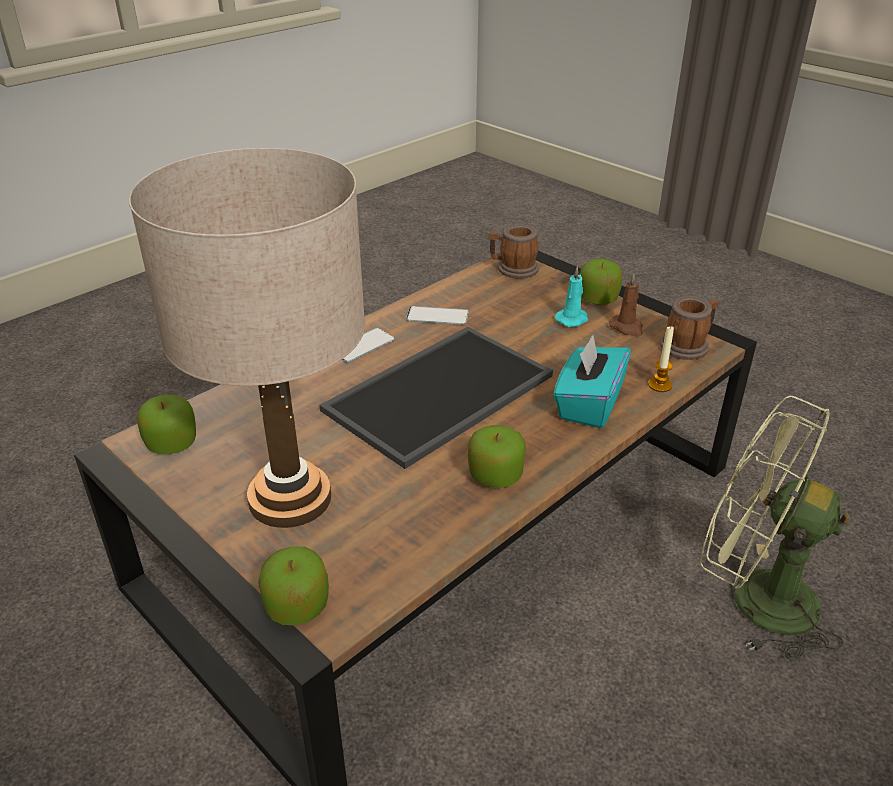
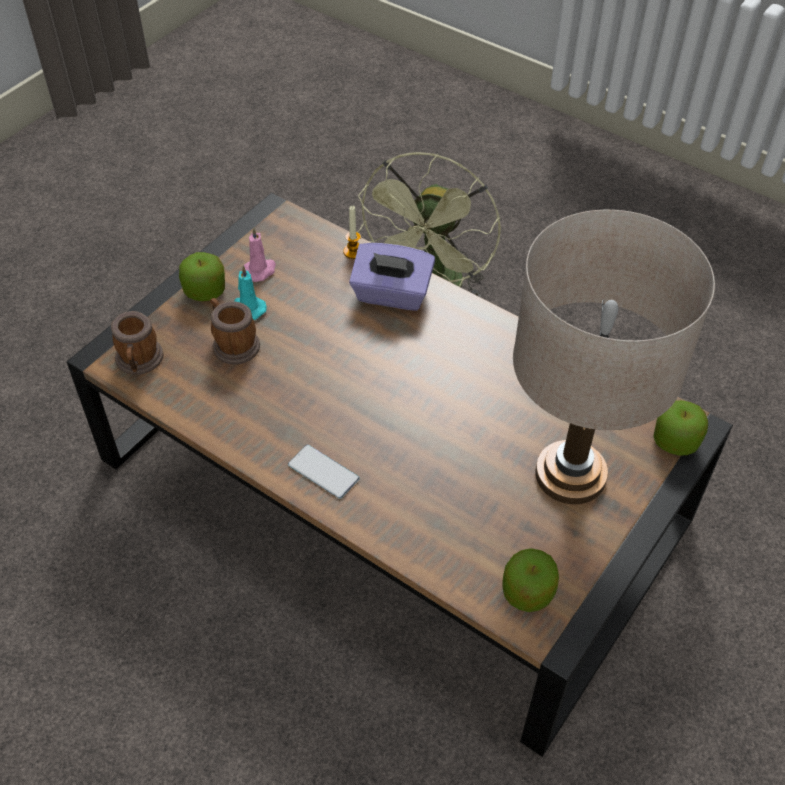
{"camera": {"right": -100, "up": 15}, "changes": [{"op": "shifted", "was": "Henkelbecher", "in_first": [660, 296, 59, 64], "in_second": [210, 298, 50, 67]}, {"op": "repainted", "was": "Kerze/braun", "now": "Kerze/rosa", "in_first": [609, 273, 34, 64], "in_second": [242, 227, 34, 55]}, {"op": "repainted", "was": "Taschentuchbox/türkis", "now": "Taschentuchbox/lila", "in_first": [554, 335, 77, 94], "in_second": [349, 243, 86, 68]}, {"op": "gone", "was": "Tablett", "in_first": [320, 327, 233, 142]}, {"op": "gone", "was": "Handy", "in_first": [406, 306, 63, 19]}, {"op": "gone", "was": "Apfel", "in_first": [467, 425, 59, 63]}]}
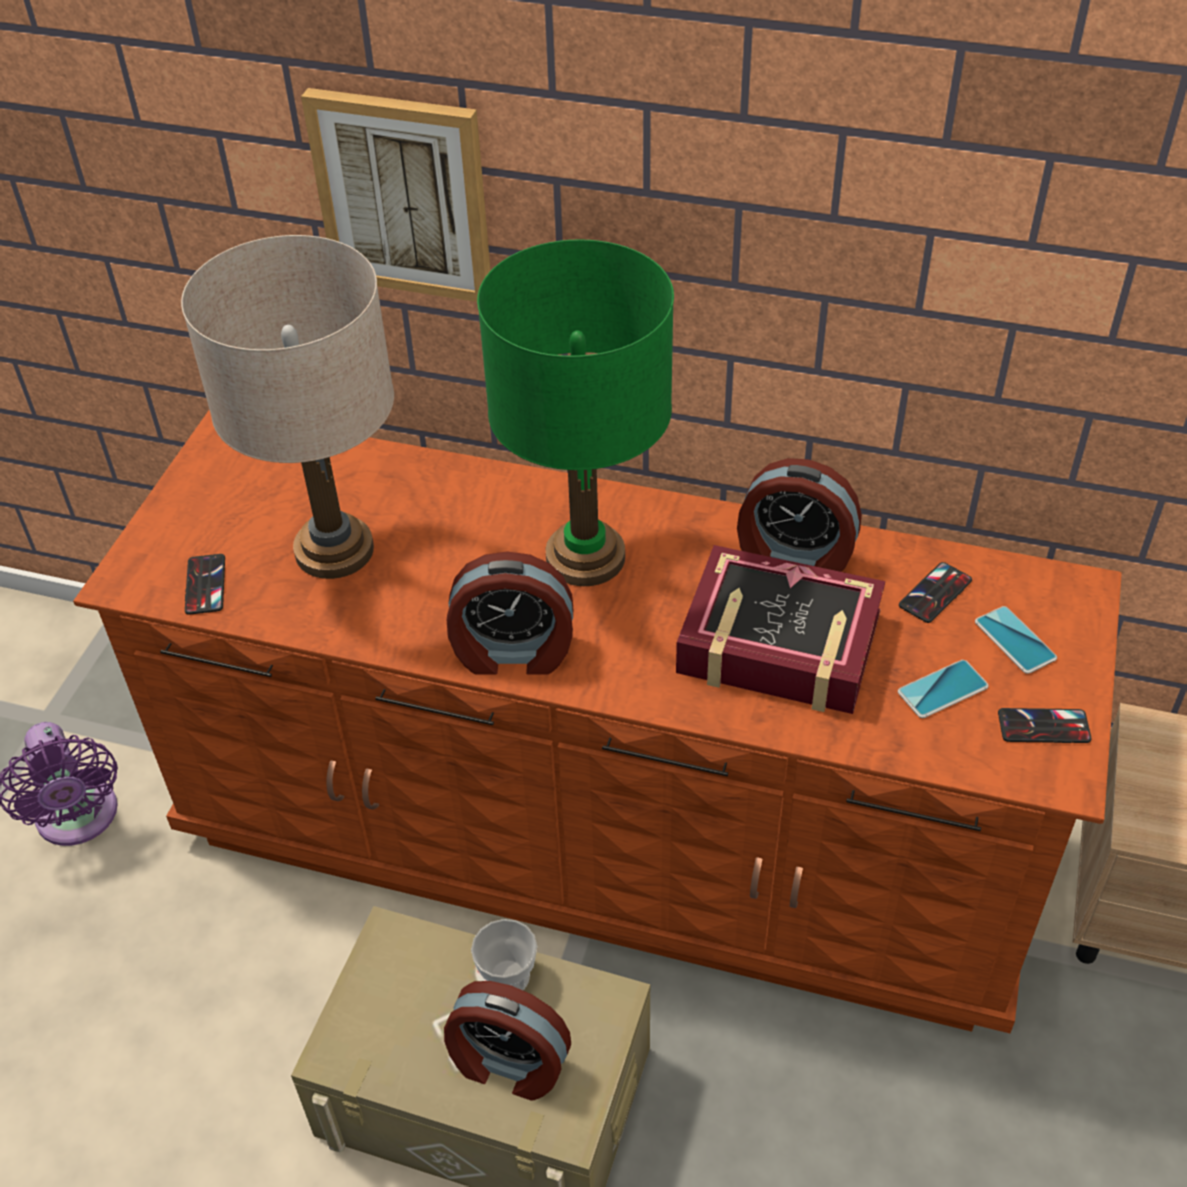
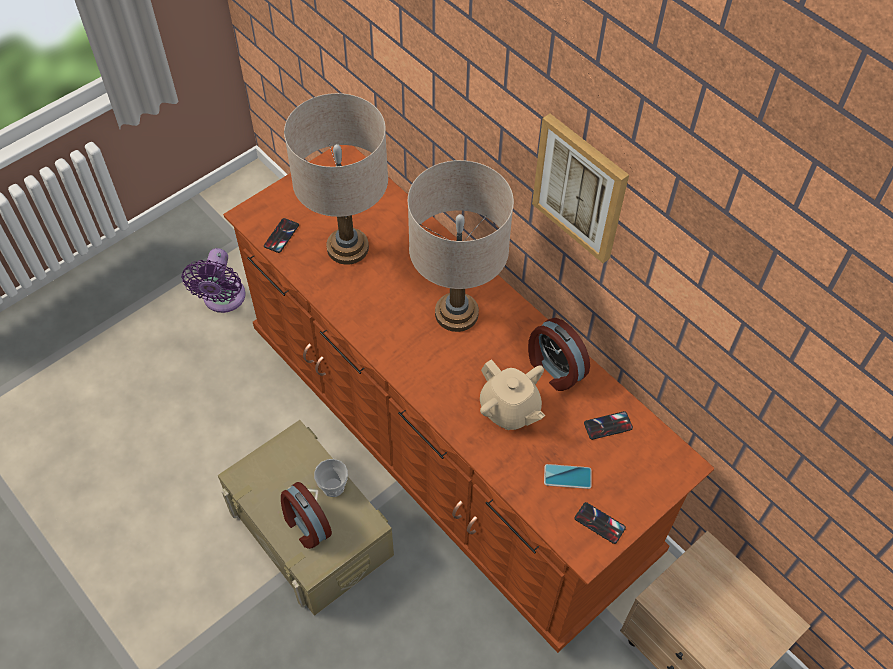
{"camera": {"right": 30, "up": 10}, "changes": [{"op": "repainted", "was": "Tischlampe/grün", "now": "Tischlampe/beige", "in_first": [477, 239, 197, 347], "in_second": [408, 160, 106, 172]}, {"op": "swapped", "was": "Buch", "now": "Teekanne/beige", "in_first": [676, 545, 209, 169], "in_second": [480, 359, 65, 71]}, {"op": "shifted", "was": "Bild", "in_first": [301, 88, 190, 214], "in_second": [532, 113, 97, 150]}, {"op": "gone", "was": "Wecker", "in_first": [447, 551, 126, 123]}, {"op": "gone", "was": "Handy", "in_first": [975, 606, 82, 68]}]}
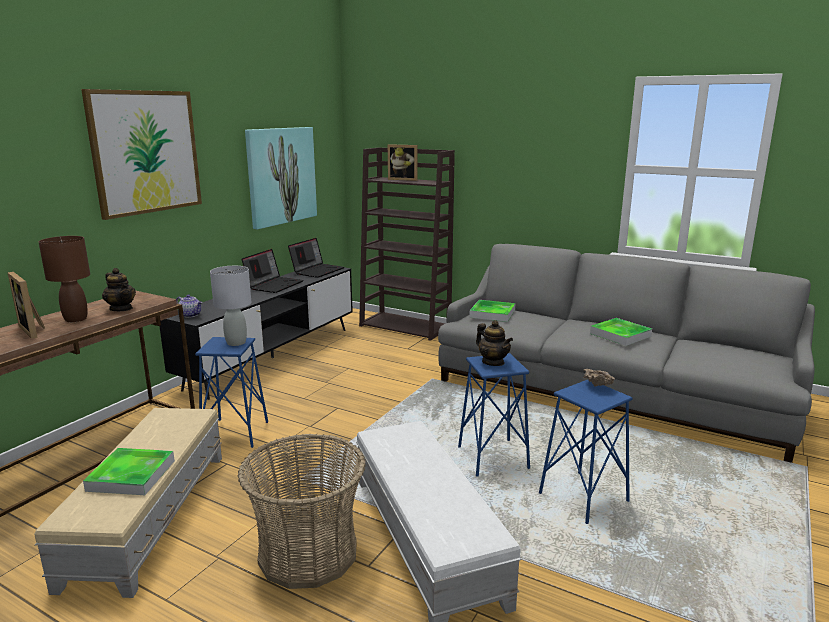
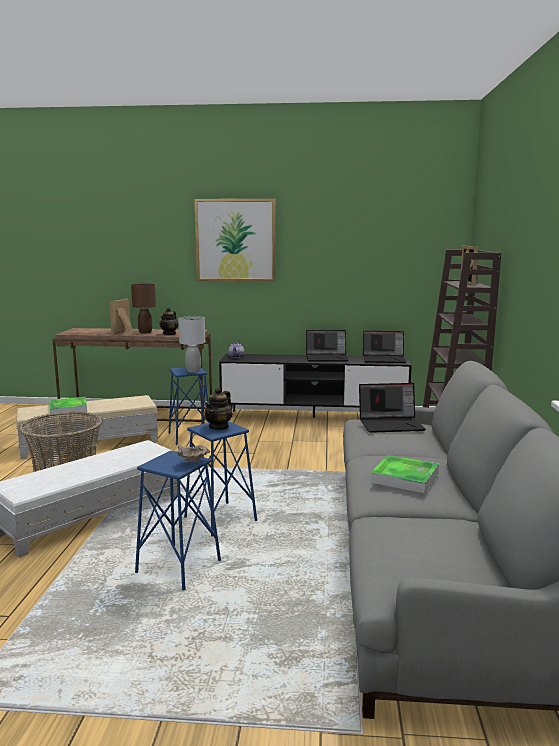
{"camera": {"right": 65, "up": -5}, "changes": [{"op": "swapped", "was": "Tablett", "now": "Laptop", "in_first": [469, 300, 46, 22], "in_second": [359, 383, 67, 50]}, {"op": "gone", "was": "Bild", "in_first": [245, 127, 72, 102]}]}
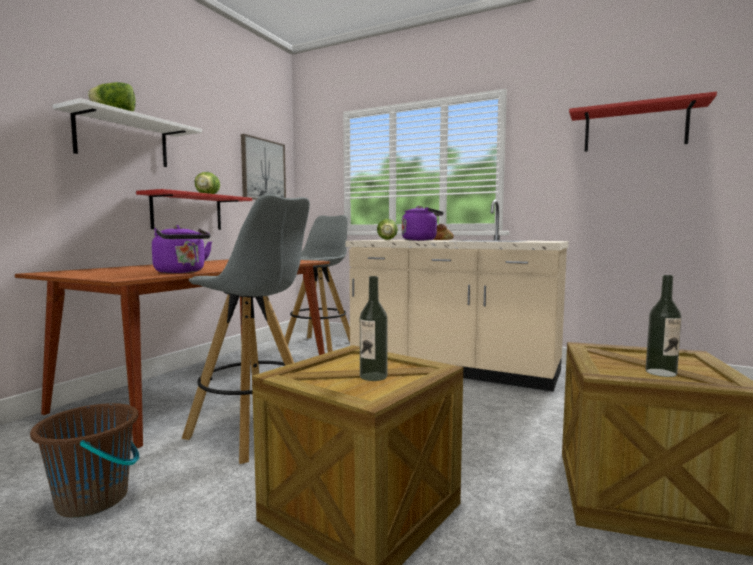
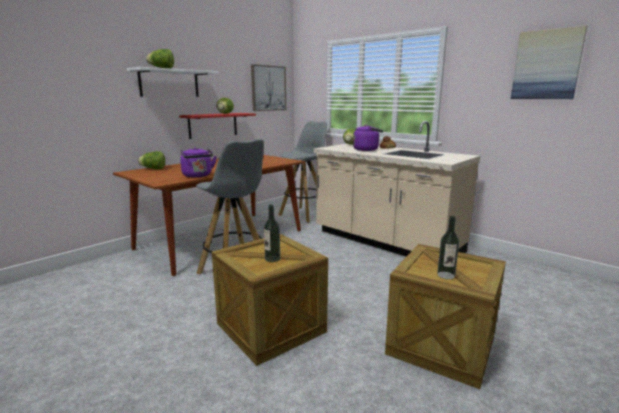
{"camera": {"right": 15, "up": 10}, "changes": [{"op": "new", "now": "Salatkopf", "in_second": [138, 151, 27, 18]}, {"op": "swapped", "was": "Wandregal/rot", "now": "Bild", "in_first": [569, 92, 148, 60], "in_second": [511, 26, 76, 73]}, {"op": "gone", "was": "Eimer/braun", "in_first": [30, 403, 109, 115]}]}
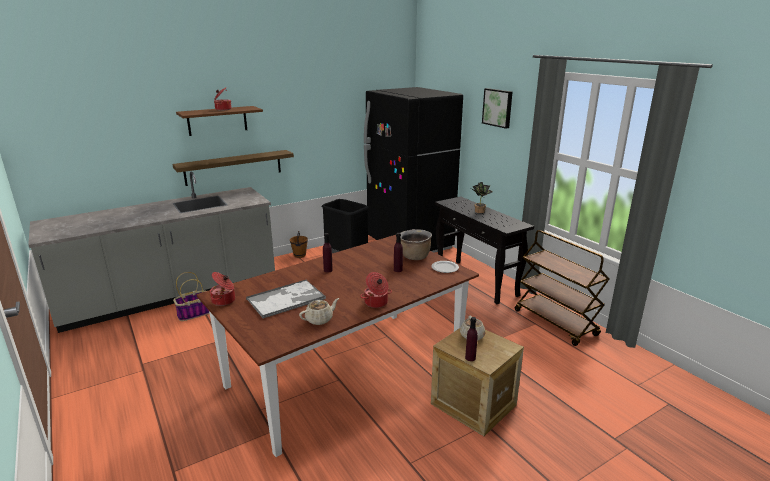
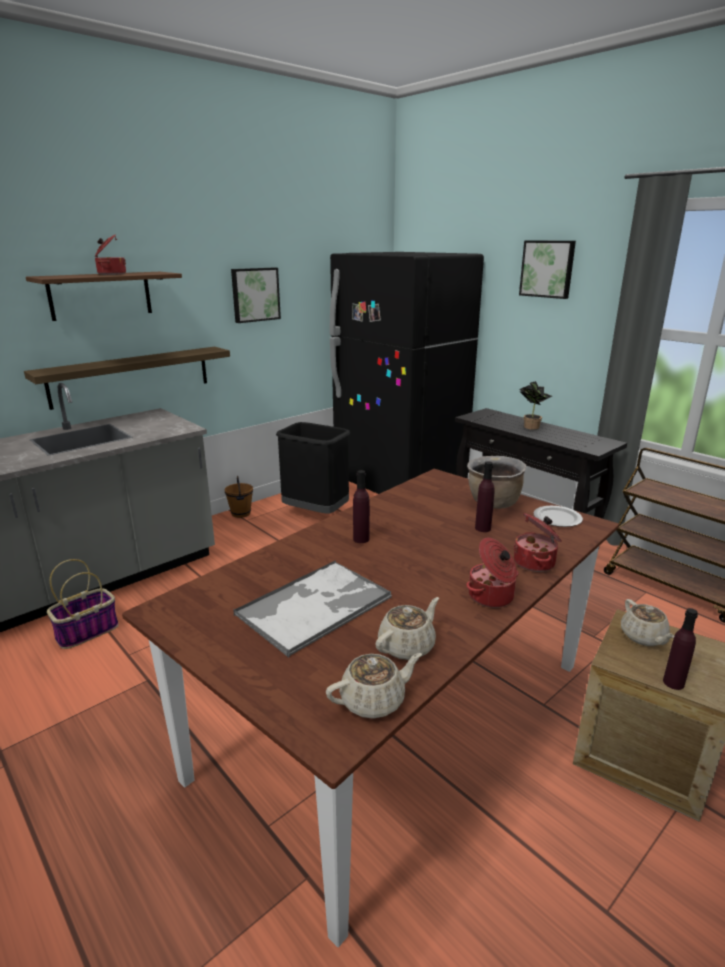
{"camera": {"right": -10, "up": 0}, "changes": [{"op": "new", "now": "Bild", "in_second": [231, 267, 50, 56]}, {"op": "new", "now": "Teekanne/beige", "in_second": [326, 653, 96, 66]}, {"op": "shifted", "was": "Kochtopf", "in_first": [210, 272, 25, 34], "in_second": [513, 513, 49, 59]}]}
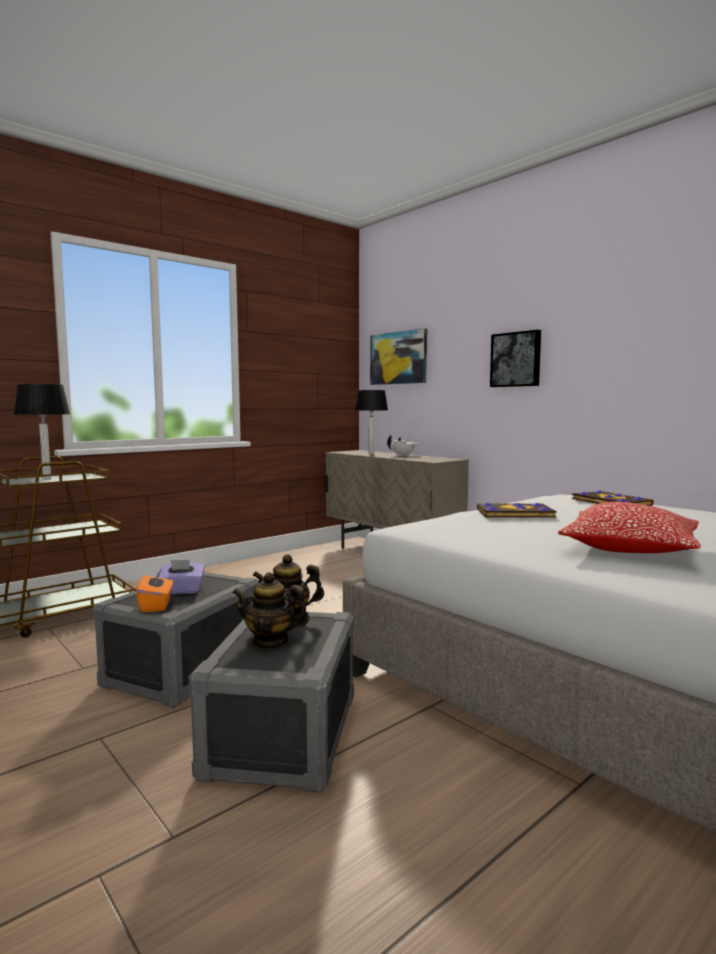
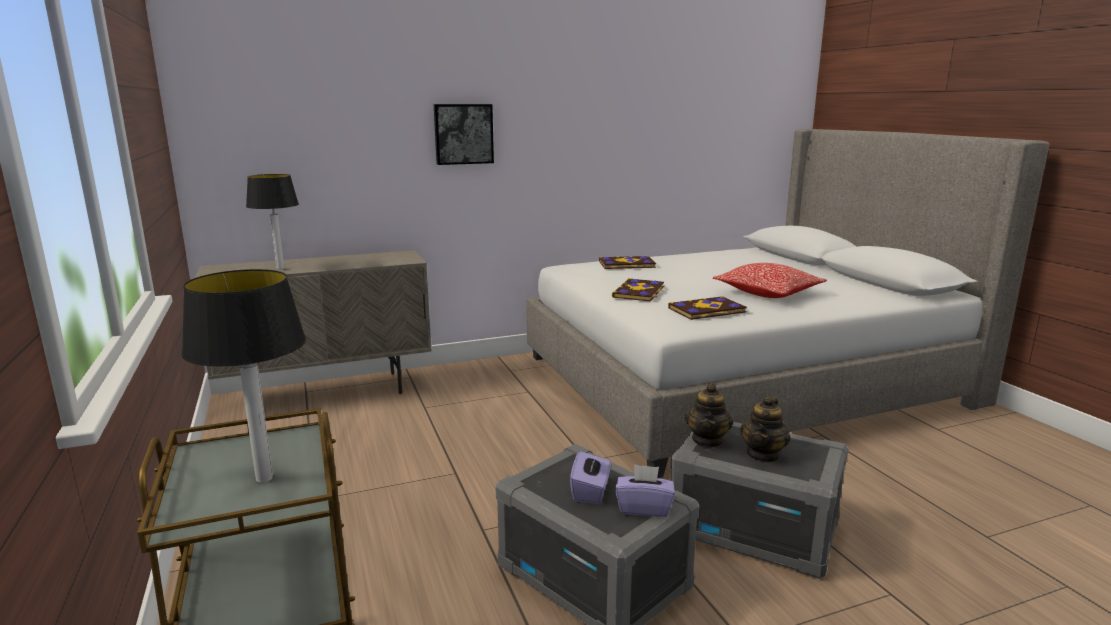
{"camera": {"right": -70, "up": 10}, "changes": [{"op": "repainted", "was": "Taschentuchbox/orange", "now": "Taschentuchbox/lila", "in_first": [136, 568, 37, 44], "in_second": [615, 464, 60, 53]}, {"op": "new", "now": "Buch", "in_second": [668, 296, 79, 24]}, {"op": "gone", "was": "Bild", "in_first": [370, 328, 57, 57]}, {"op": "gone", "was": "Teekanne/weiß", "in_first": [387, 434, 32, 23]}]}
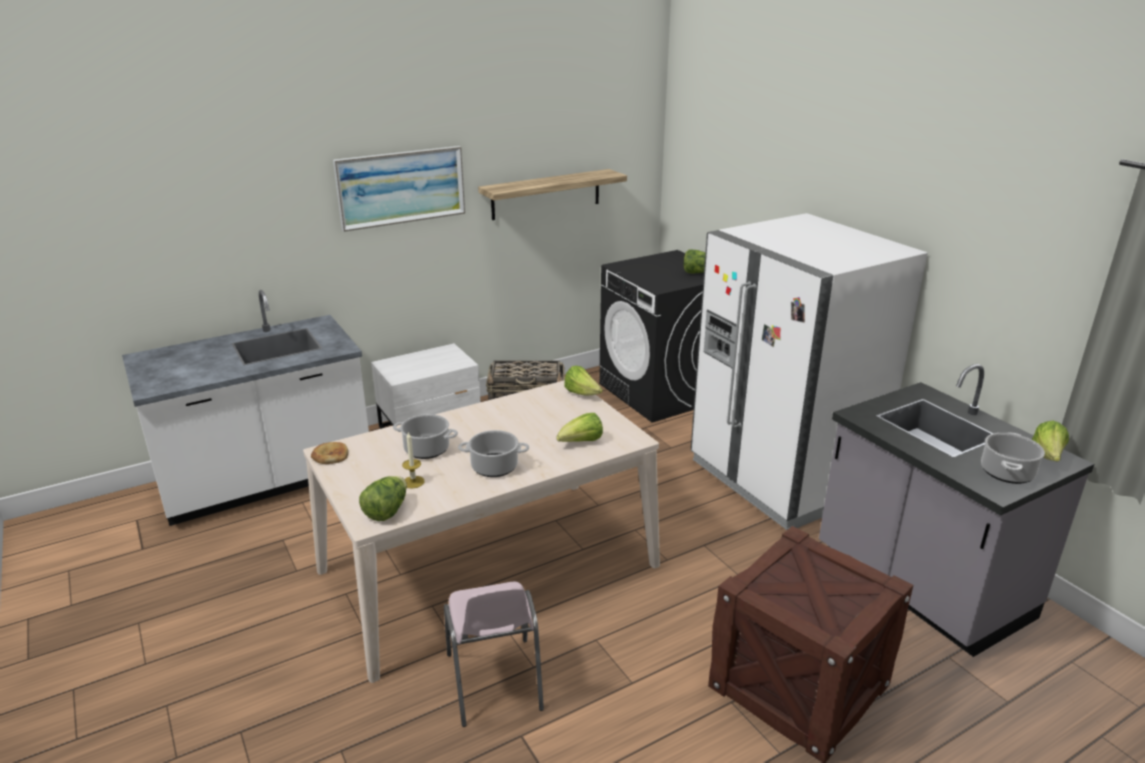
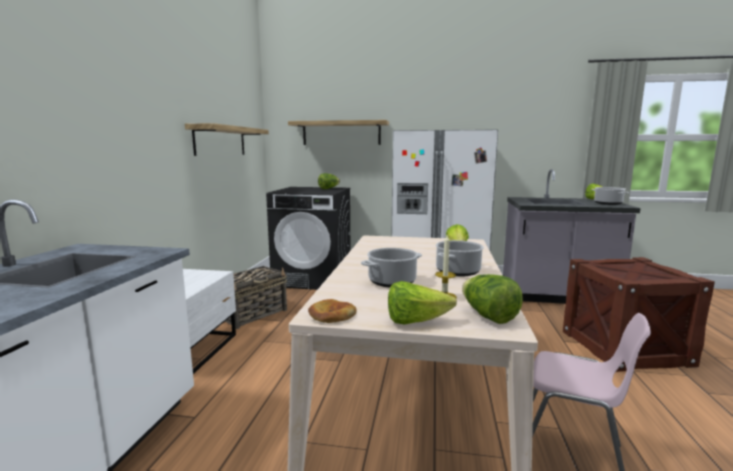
{"camera": {"right": -50, "up": -15}, "changes": [{"op": "new", "now": "Wandregal", "in_second": [288, 120, 101, 25]}, {"op": "shifted", "was": "Salatkopf", "in_first": [564, 366, 39, 29], "in_second": [388, 281, 69, 43]}, {"op": "gone", "was": "Bild", "in_first": [333, 146, 132, 86]}]}
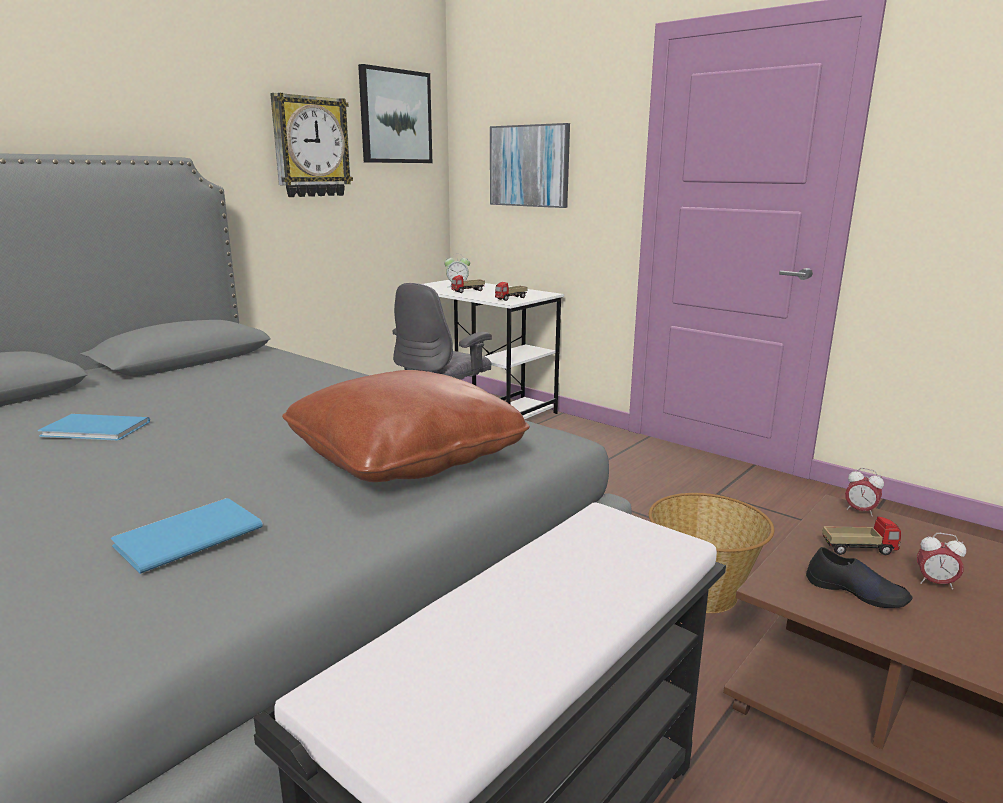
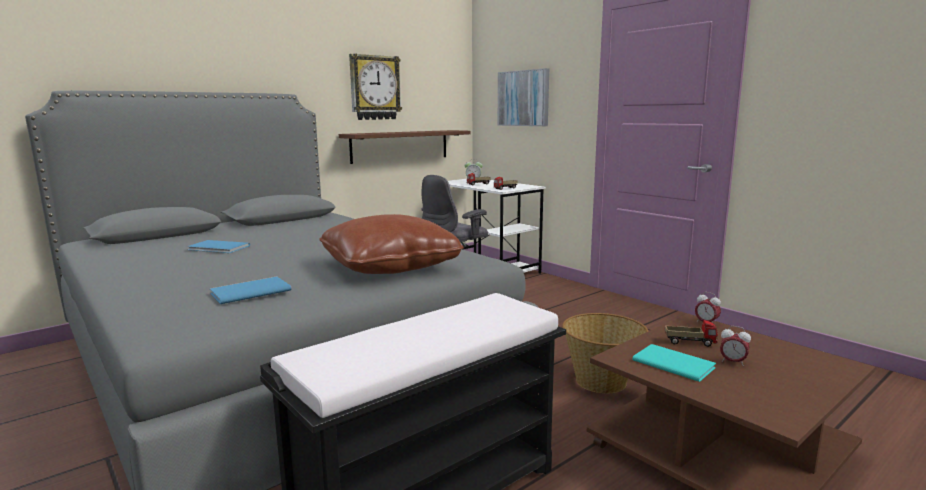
{"camera": {"right": 10, "up": -5}, "changes": [{"op": "new", "now": "Wandregal/braun", "in_second": [339, 130, 132, 34]}, {"op": "swapped", "was": "Schuh/schwarz", "now": "Buch/türkis", "in_first": [806, 547, 106, 61], "in_second": [632, 344, 84, 38]}, {"op": "gone", "was": "Bild", "in_first": [358, 64, 74, 99]}]}
